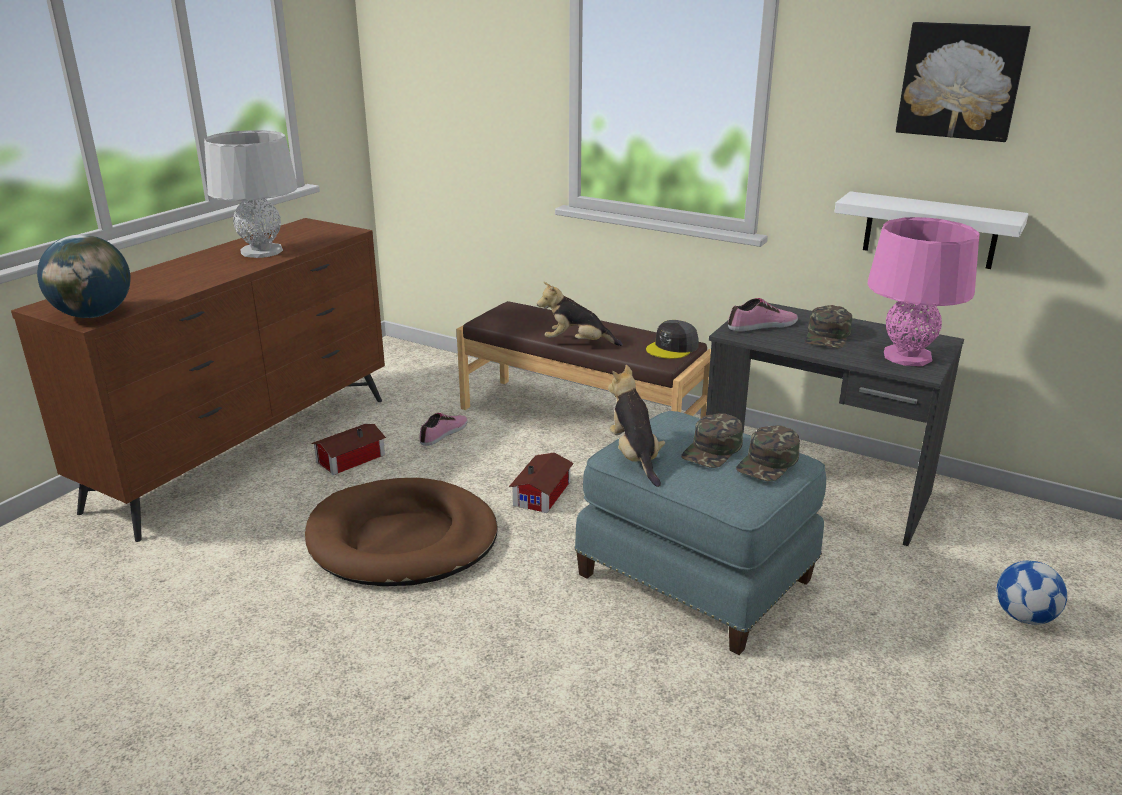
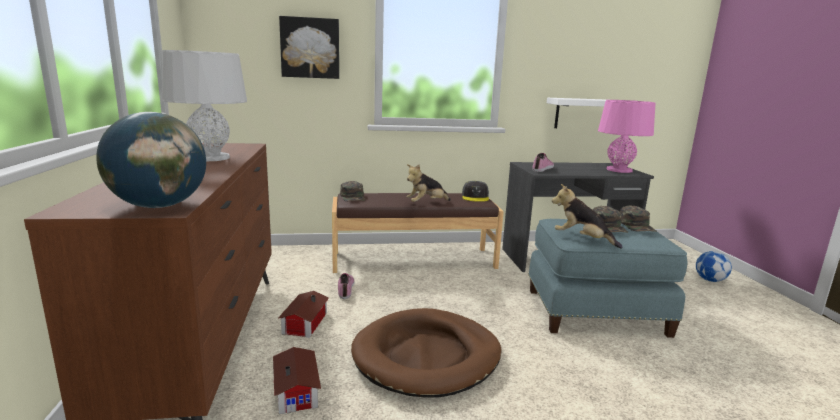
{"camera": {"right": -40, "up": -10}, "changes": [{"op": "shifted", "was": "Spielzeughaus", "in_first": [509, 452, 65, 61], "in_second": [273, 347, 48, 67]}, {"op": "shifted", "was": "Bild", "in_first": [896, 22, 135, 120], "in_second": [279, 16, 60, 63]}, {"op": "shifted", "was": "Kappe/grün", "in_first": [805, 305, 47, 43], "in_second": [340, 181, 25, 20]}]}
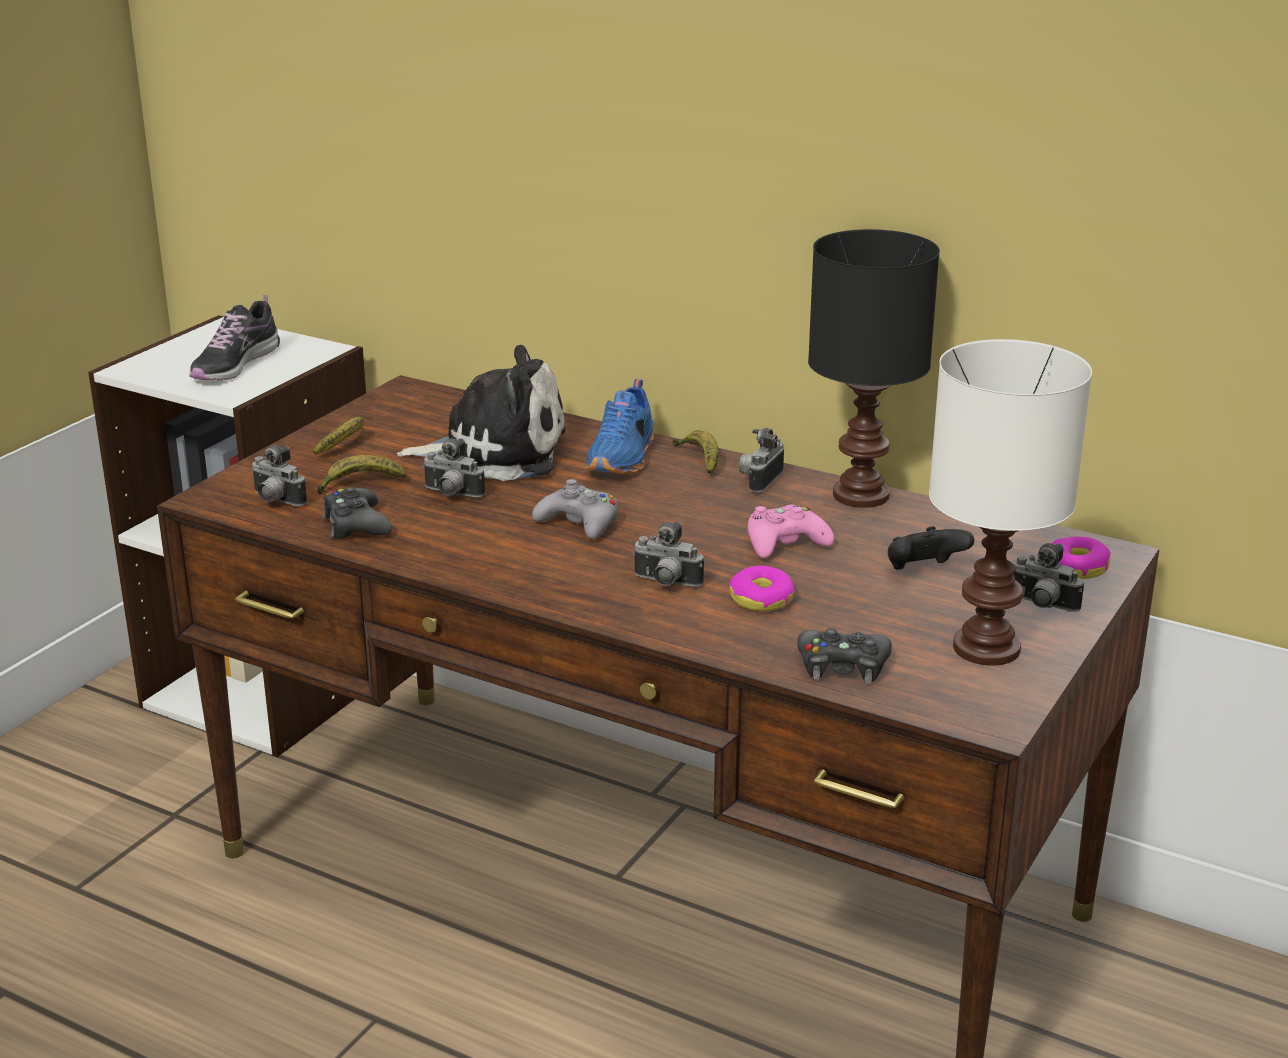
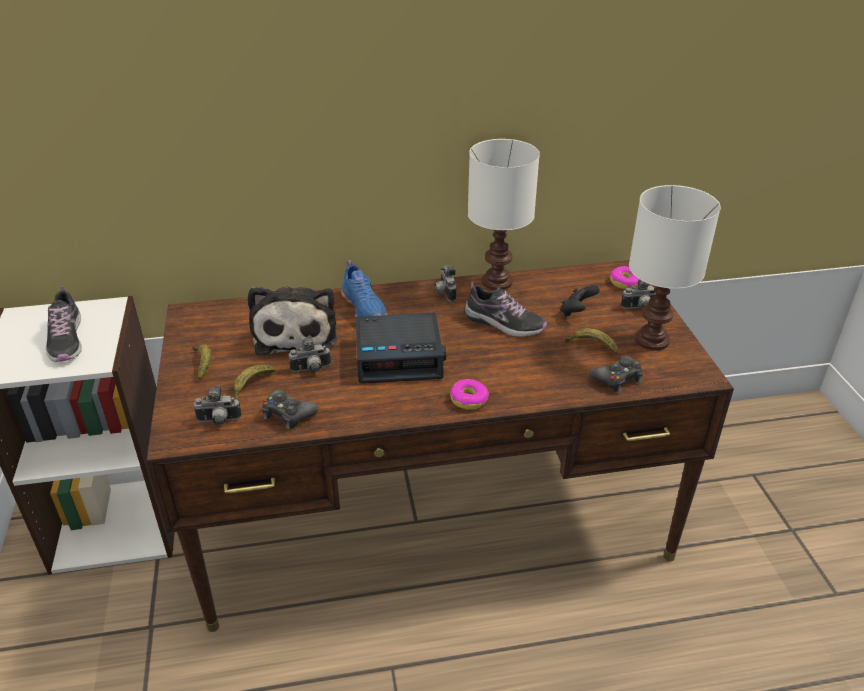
{"camera": {"right": -40, "up": 10}, "changes": [{"op": "rotated", "was": "Plüschtier", "in_first": [397, 345, 169, 136], "in_second": [248, 287, 89, 68], "clockwise": 120}, {"op": "swapped", "was": "Gamepad/grau", "now": "Wecker", "in_first": [532, 479, 86, 60], "in_second": [356, 313, 90, 71]}, {"op": "shifted", "was": "Donut", "in_first": [729, 566, 66, 45], "in_second": [450, 379, 39, 31]}, {"op": "swapped", "was": "Gamepad/rosa", "now": "Schuh", "in_first": [747, 504, 87, 54], "in_second": [464, 282, 83, 55]}, {"op": "repainted", "was": "Tischlampe/schwarz", "now": "Tischlampe/weiß", "in_first": [808, 229, 132, 279], "in_second": [468, 139, 72, 151]}, {"op": "shifted", "was": "Banane", "in_first": [673, 430, 46, 44], "in_second": [565, 328, 53, 27]}, {"op": "gone", "was": "Kamera", "in_first": [632, 522, 72, 65]}]}
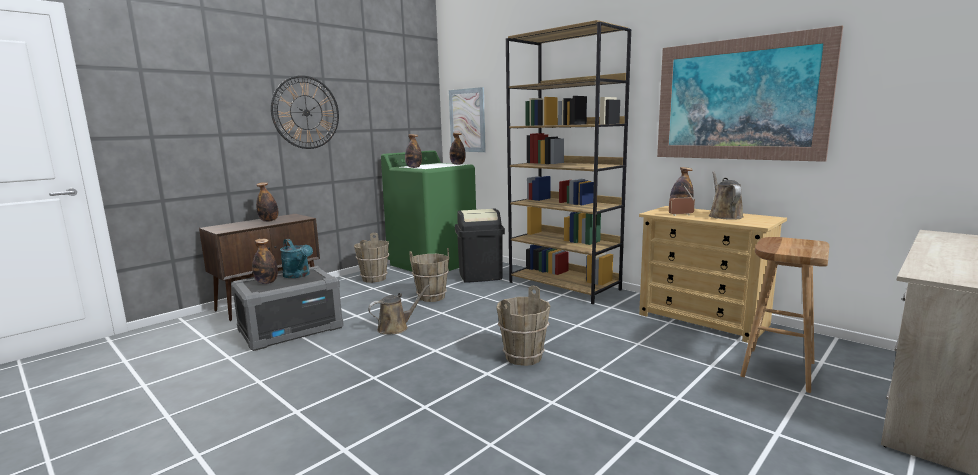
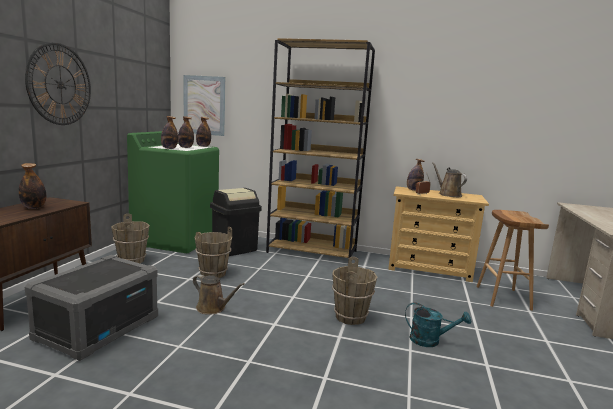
{"camera": {"right": -30, "up": 0}, "changes": [{"op": "shifted", "was": "Flasche", "in_first": [252, 239, 26, 45], "in_second": [178, 116, 16, 32]}, {"op": "rotated", "was": "Gießkanne/braun", "in_first": [368, 284, 62, 50], "in_second": [193, 275, 52, 40], "clockwise": 90}, {"op": "shifted", "was": "Gießkanne/türkis", "in_first": [280, 239, 33, 39], "in_second": [405, 302, 66, 45]}, {"op": "gone", "was": "Bild", "in_first": [657, 25, 186, 137]}]}
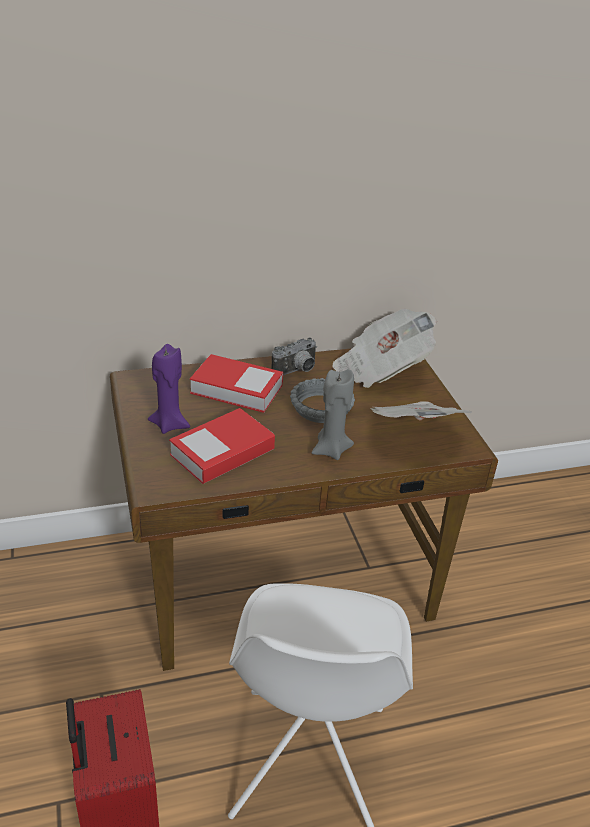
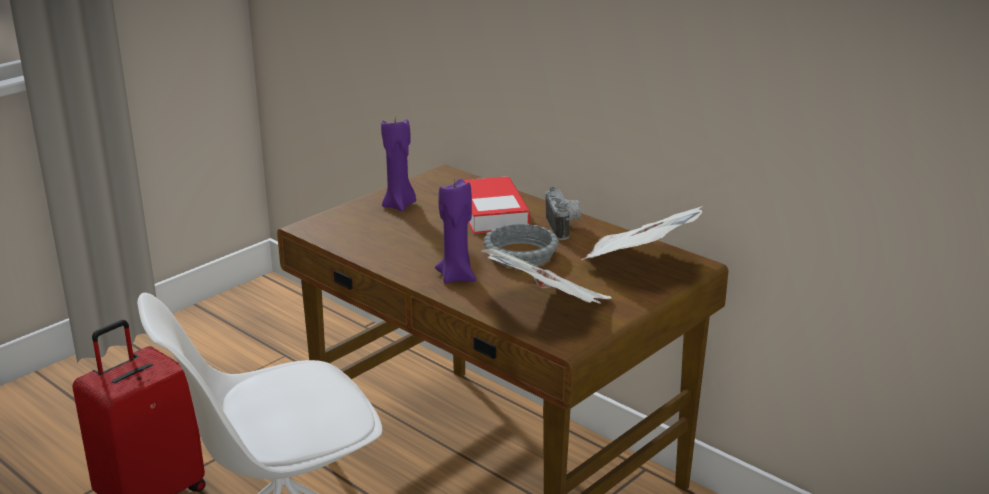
{"camera": {"right": 60, "up": -10}, "changes": [{"op": "repainted", "was": "Kerze/grau", "now": "Kerze/lila", "in_first": [312, 369, 42, 91], "in_second": [435, 177, 42, 107]}, {"op": "rotated", "was": "Kamera", "in_first": [272, 337, 45, 38], "in_second": [545, 187, 36, 53], "clockwise": -120}, {"op": "gone", "was": "Buch", "in_first": [169, 408, 106, 76]}]}
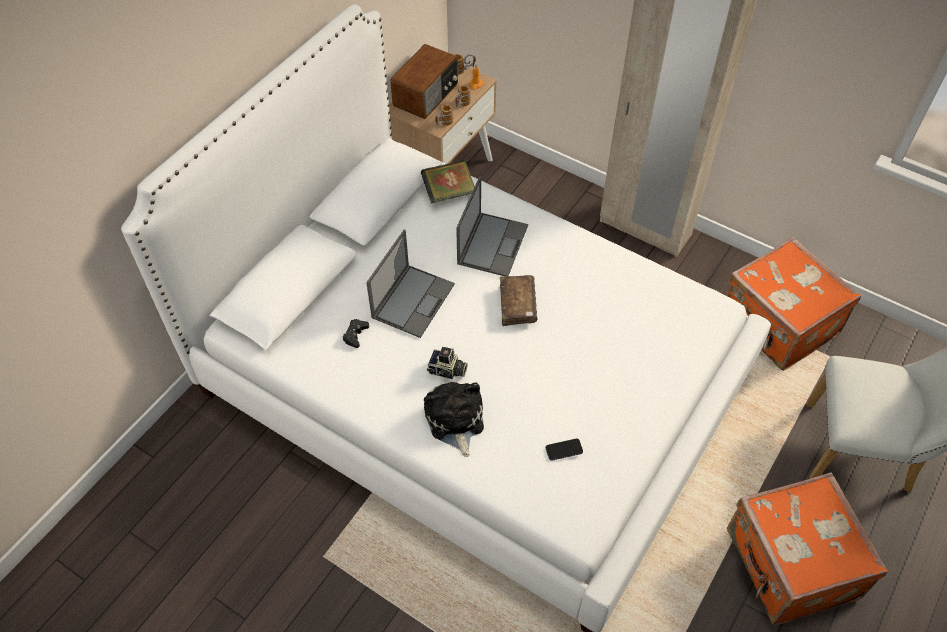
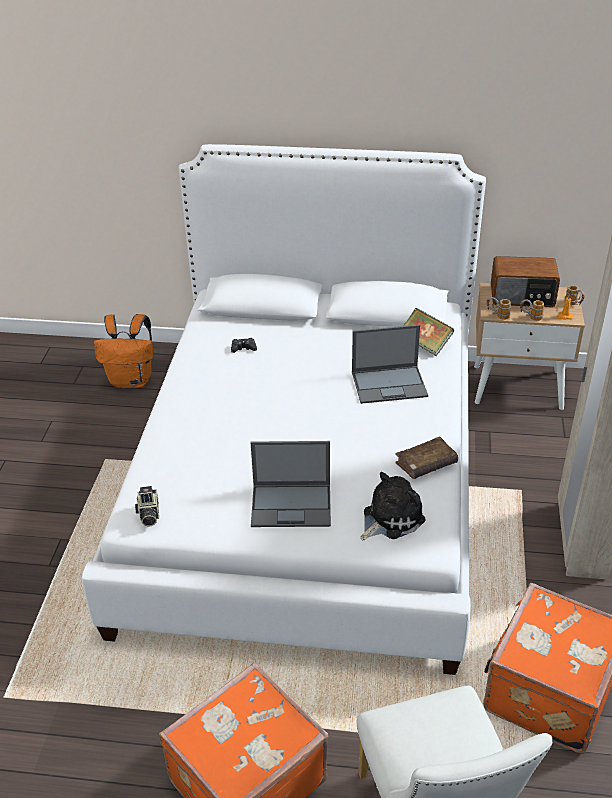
{"camera": {"right": 65, "up": -15}, "changes": [{"op": "new", "now": "Rucksack/orange", "in_second": [94, 314, 59, 74]}, {"op": "shifted", "was": "Kamera", "in_first": [427, 347, 41, 32], "in_second": [135, 486, 24, 41]}, {"op": "shifted", "was": "Laptop", "in_first": [366, 229, 89, 109], "in_second": [251, 441, 80, 86]}, {"op": "shifted", "was": "Plüschtier", "in_first": [424, 382, 60, 75], "in_second": [361, 472, 65, 68]}, {"op": "shifted", "was": "Buch/braun", "in_first": [500, 275, 37, 51], "in_second": [395, 436, 63, 43]}, {"op": "gone", "was": "Handy", "in_first": [546, 438, 37, 23]}]}
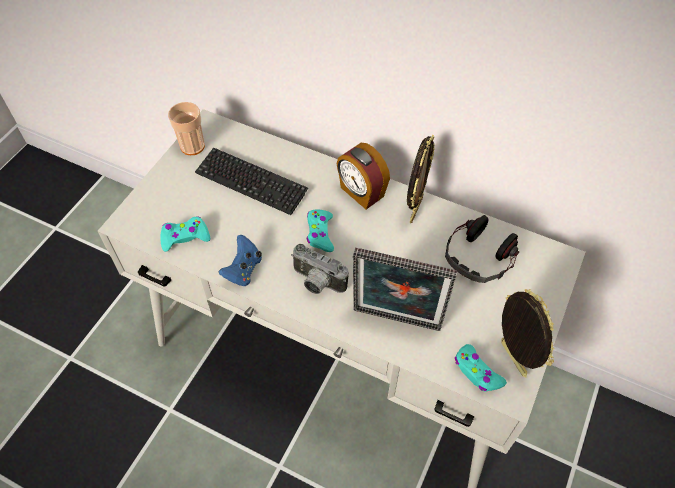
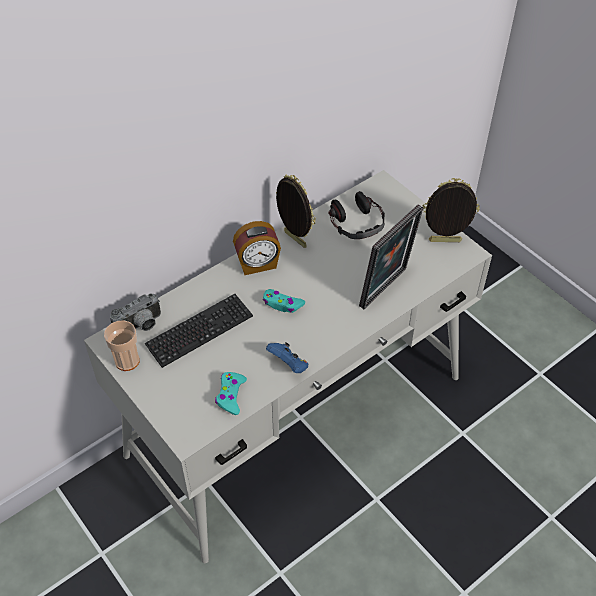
{"camera": {"right": -65, "up": -5}, "changes": [{"op": "shifted", "was": "Kamera", "in_first": [291, 244, 58, 50], "in_second": [110, 293, 51, 38]}, {"op": "gone", "was": "Gamepad/türkis", "in_first": [455, 344, 52, 47]}]}
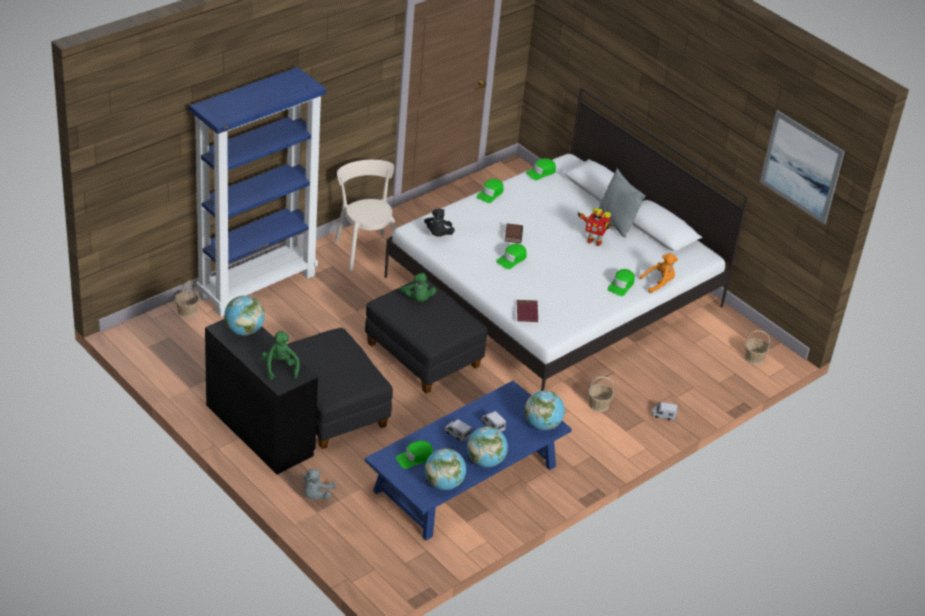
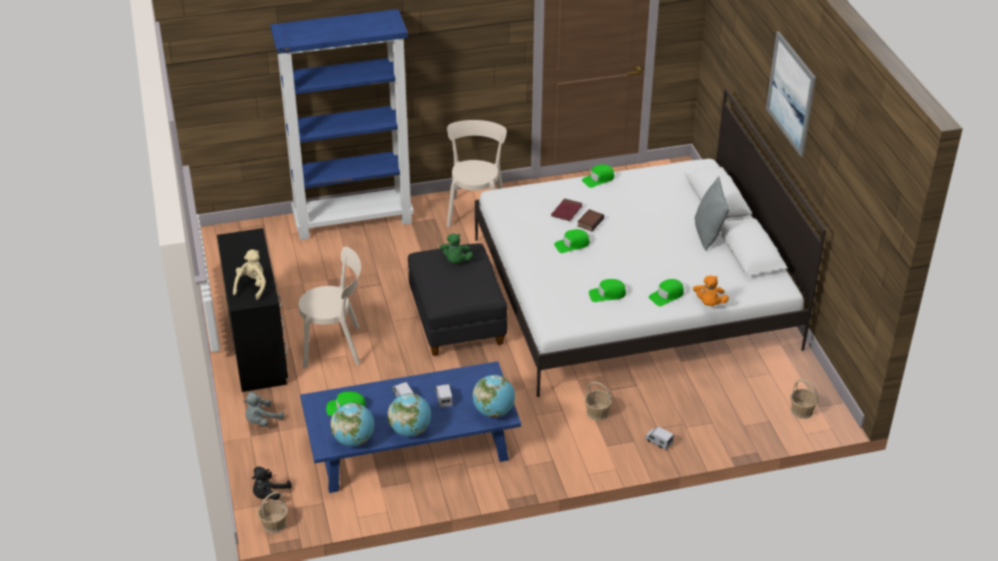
{"camera": {"right": 30, "up": 0}, "changes": [{"op": "repainted", "was": "Plüschtier/grün", "now": "Plüschtier/beige", "in_first": [261, 331, 39, 49], "in_second": [233, 249, 33, 51]}, {"op": "shifted", "was": "Plüschtier/schwarz", "in_first": [424, 208, 31, 29], "in_second": [252, 466, 40, 34]}, {"op": "shifted", "was": "Korb", "in_first": [175, 281, 25, 37], "in_second": [258, 492, 30, 42]}, {"op": "swapped", "was": "Polsterhocker/schwarz", "now": "Stuhl/beige", "in_first": [287, 328, 106, 121], "in_second": [299, 246, 62, 122]}, {"op": "shifted", "was": "Buch/rot", "in_first": [517, 300, 21, 22], "in_second": [551, 198, 32, 23]}, {"op": "shifted", "was": "Kappe/grün", "in_first": [526, 158, 30, 22], "in_second": [589, 279, 37, 23]}, {"op": "rotated", "was": "Plüschtier/orange", "in_first": [640, 253, 38, 40], "in_second": [693, 275, 36, 31], "clockwise": 90}, {"op": "shifted", "was": "Bild", "in_first": [760, 110, 85, 114], "in_second": [766, 31, 50, 126]}, {"op": "gone", "was": "Globus", "in_first": [224, 296, 41, 40]}, {"op": "gone", "was": "Spielzeugroboter", "in_first": [577, 208, 35, 38]}]}
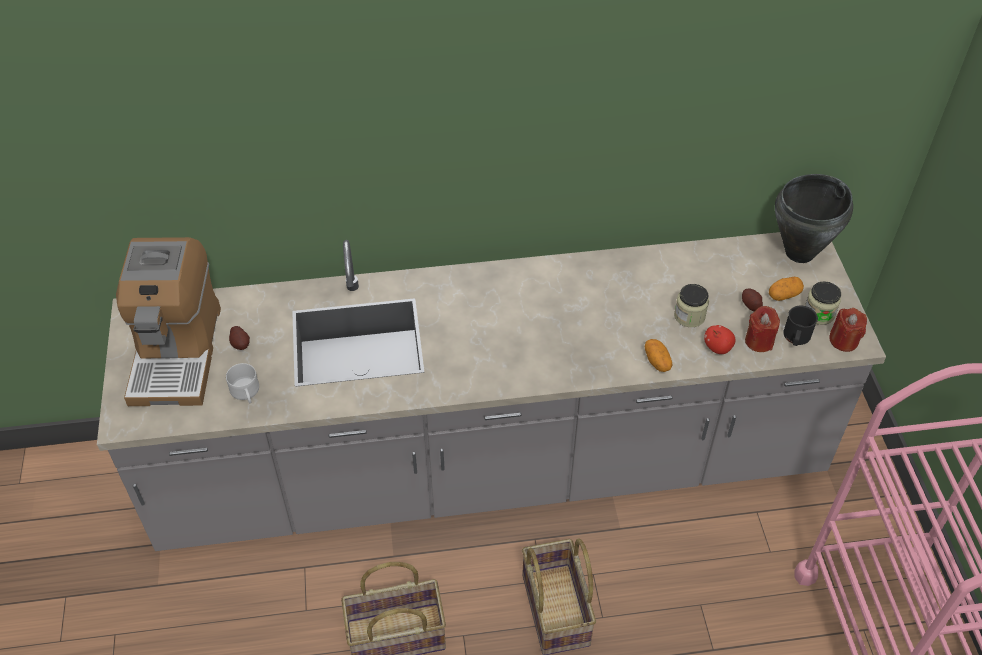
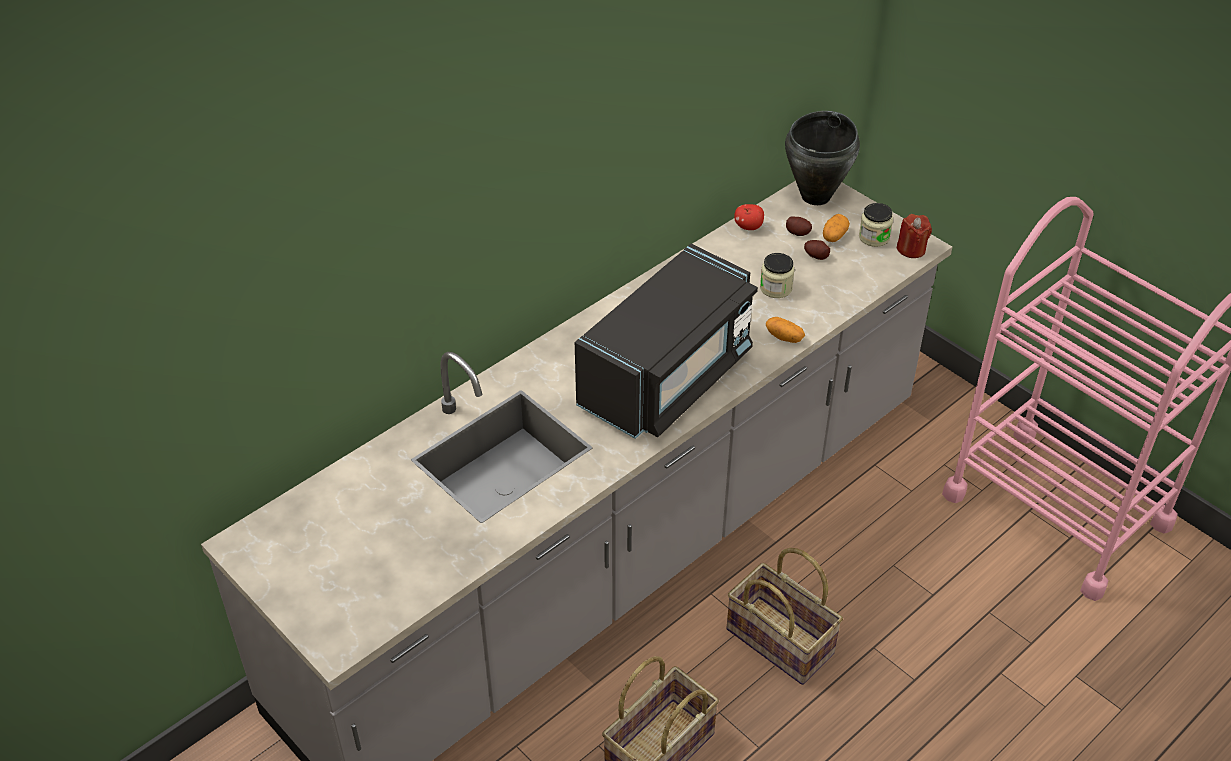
{"camera": {"right": -35, "up": -5}, "changes": [{"op": "new", "now": "Mikrowelle/schwarz", "in_second": [575, 244, 183, 195]}, {"op": "shifted", "was": "Apfel", "in_first": [704, 325, 31, 29], "in_second": [734, 204, 30, 26]}, {"op": "shifted", "was": "Kartoffel", "in_first": [229, 326, 21, 24], "in_second": [786, 216, 26, 20]}, {"op": "gone", "was": "Kaffeemaschine", "in_first": [116, 237, 105, 169]}, {"op": "gone", "was": "Henkelbecher/weiß", "in_first": [226, 363, 33, 40]}, {"op": "gone", "was": "Kerze/rot", "in_first": [745, 306, 35, 46]}, {"op": "gone", "was": "Henkelbecher/schwarz", "in_first": [783, 306, 35, 40]}]}
